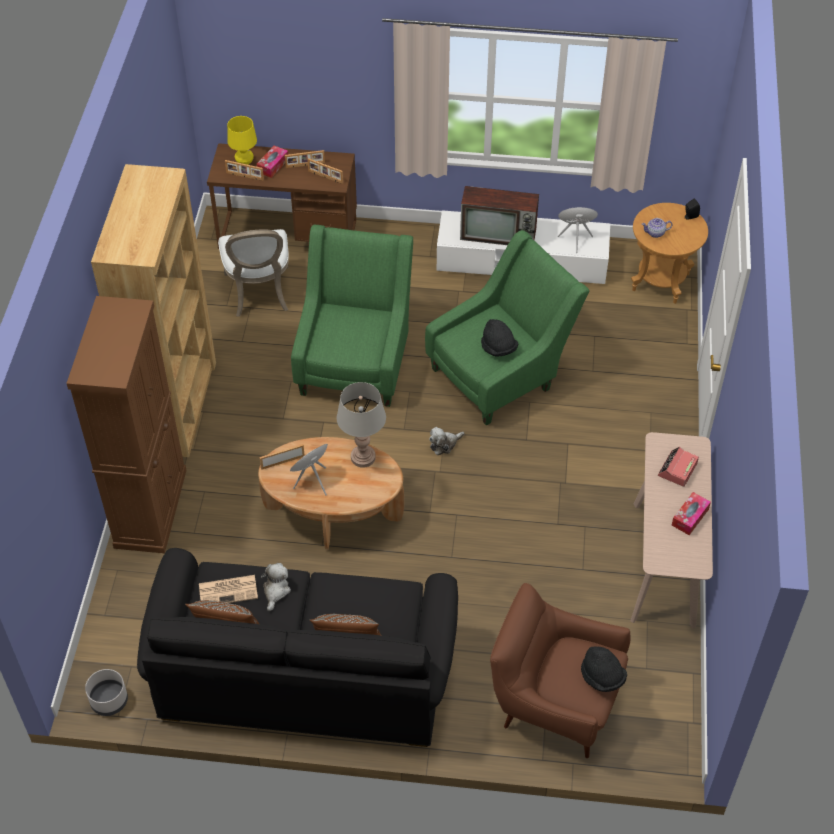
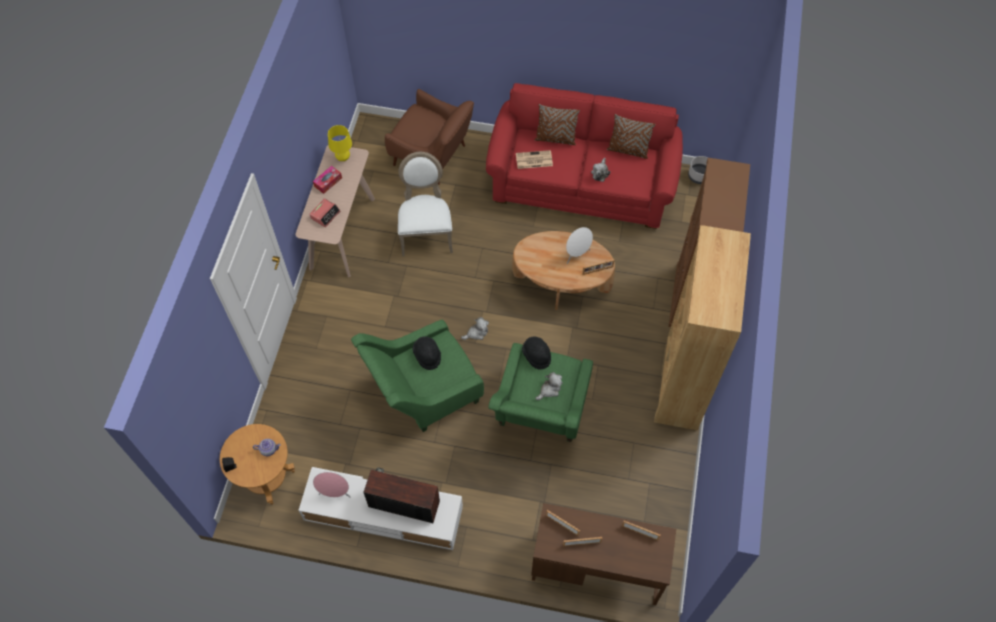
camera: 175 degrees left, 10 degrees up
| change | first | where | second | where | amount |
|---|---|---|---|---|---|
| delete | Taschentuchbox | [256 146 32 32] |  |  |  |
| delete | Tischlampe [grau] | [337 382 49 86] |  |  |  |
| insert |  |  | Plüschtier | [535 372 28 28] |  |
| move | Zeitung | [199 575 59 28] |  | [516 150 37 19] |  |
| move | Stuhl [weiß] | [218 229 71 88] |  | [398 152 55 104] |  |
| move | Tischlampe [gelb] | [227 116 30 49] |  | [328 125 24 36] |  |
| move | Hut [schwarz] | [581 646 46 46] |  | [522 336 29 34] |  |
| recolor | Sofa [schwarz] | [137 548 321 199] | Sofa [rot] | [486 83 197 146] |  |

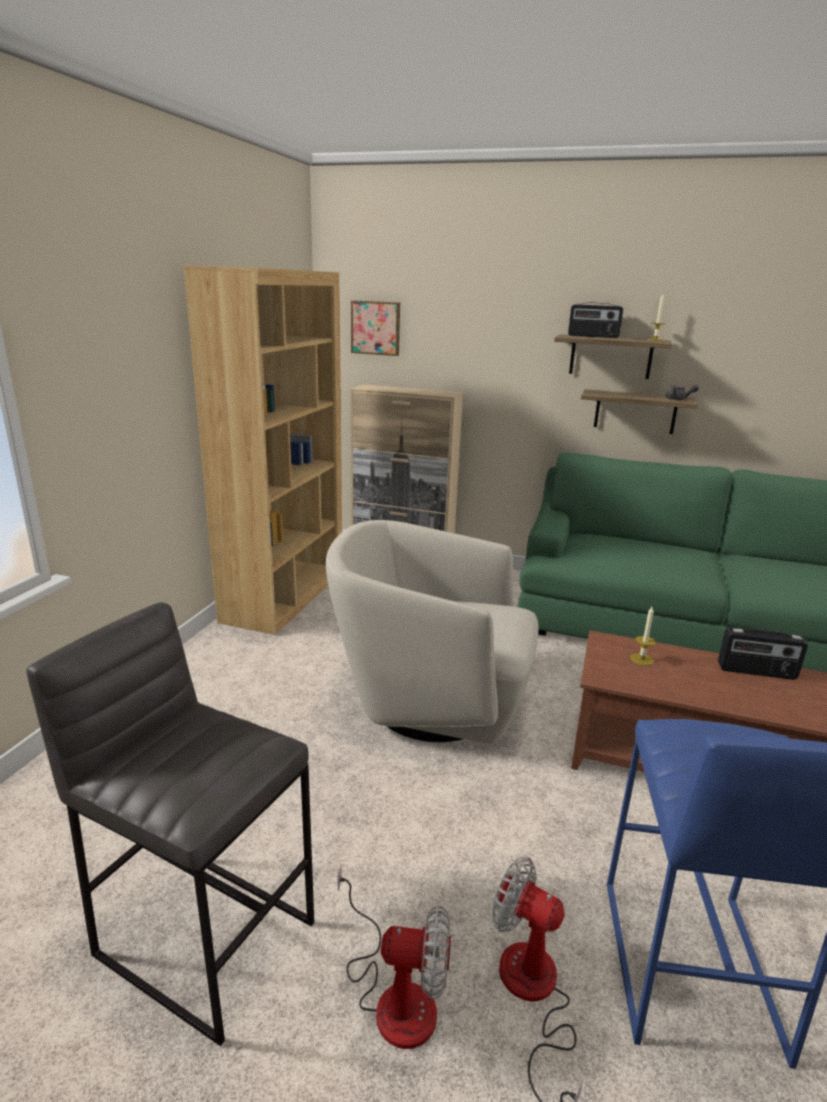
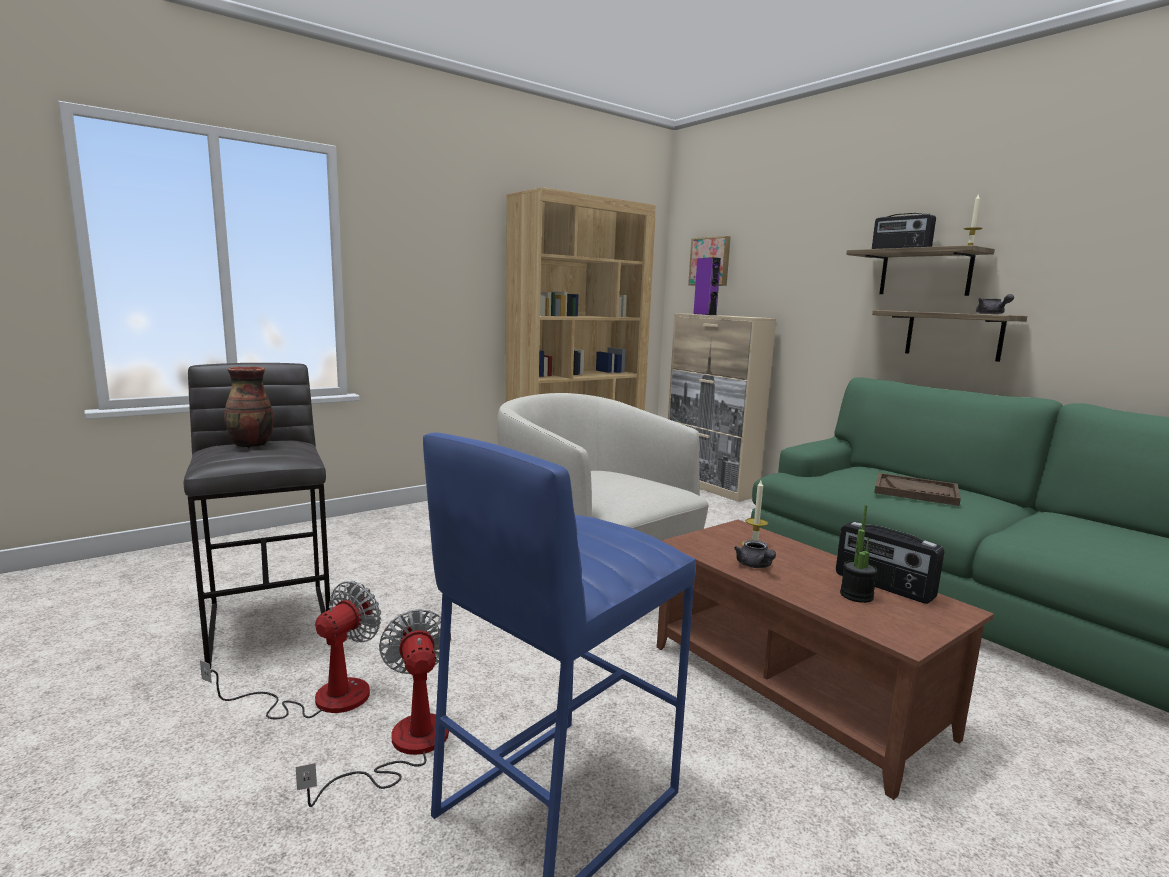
camera: 35 degrees right, 10 degrees down
| change | first | where | second | where | amount |
|---|---|---|---|---|---|
| insert |  |  | Vase | [224 367 50 81] |  |
| insert |  |  | Lautsprecher [lila] | [693 257 28 58] |  |
| insert |  |  | Teekanne [grau] | [734 540 42 28] |  |
| insert |  |  | Topfpflanze | [840 505 38 98] |  |
| insert |  |  | Tablett [braun] | [874 473 87 33] |  |
| rotate | Ventilator | [338 865 113 184] |  | [200 581 181 138] | 105 degrees counterclockwise |

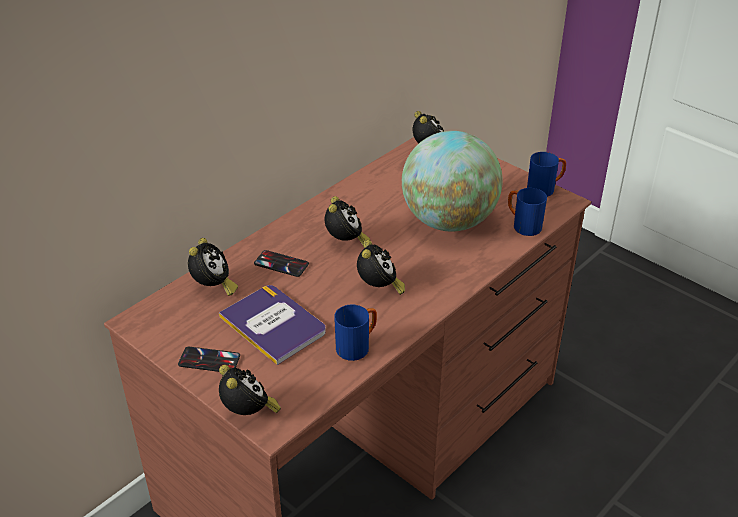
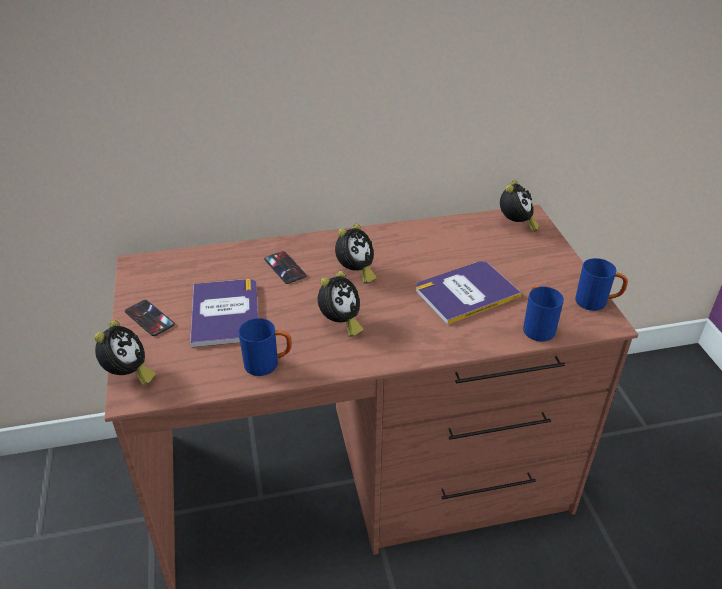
camera: 35 degrees right, 0 degrees up
| change | first | where | second | where | amount |
|---|---|---|---|---|---|
| delete | Wecker | [188 238 50 58] |  |  |  |
| replace | Globus | [402 131 101 101] | Buch | [416 261 106 64] |  |

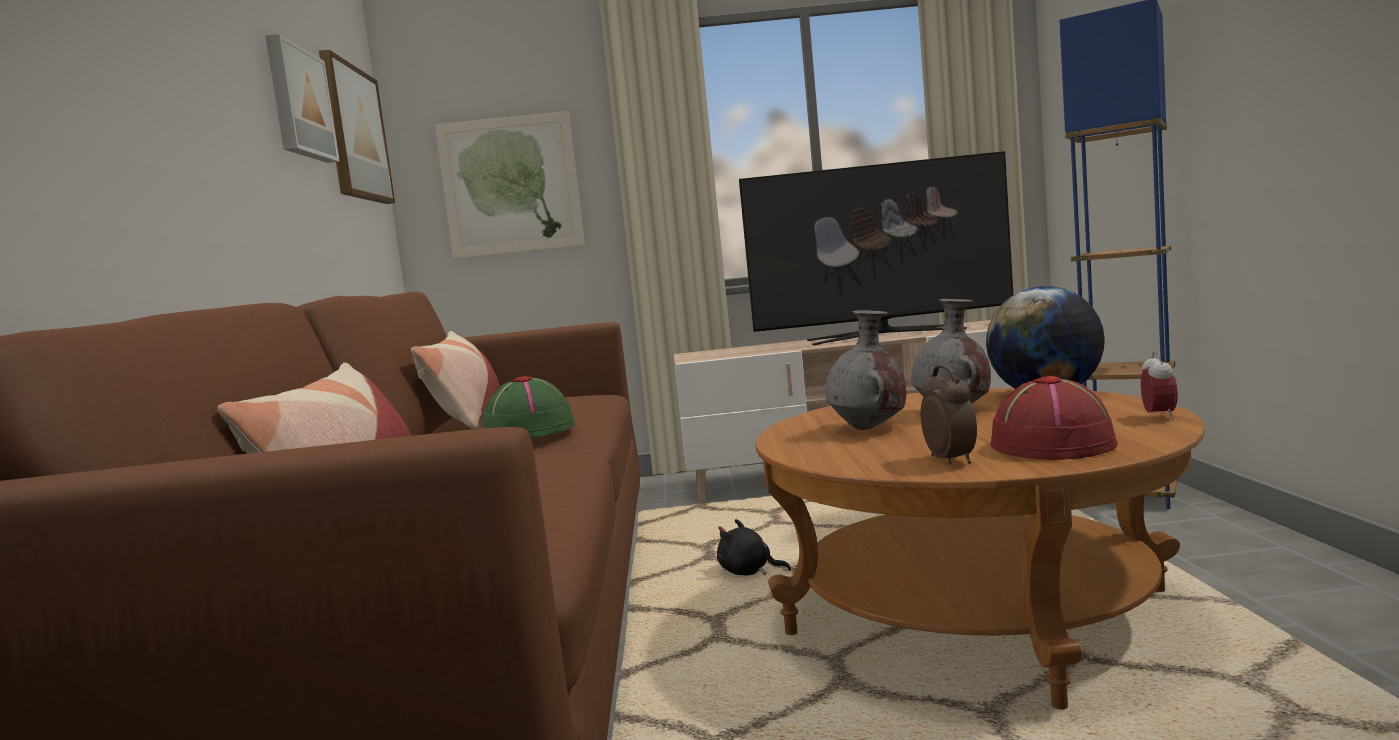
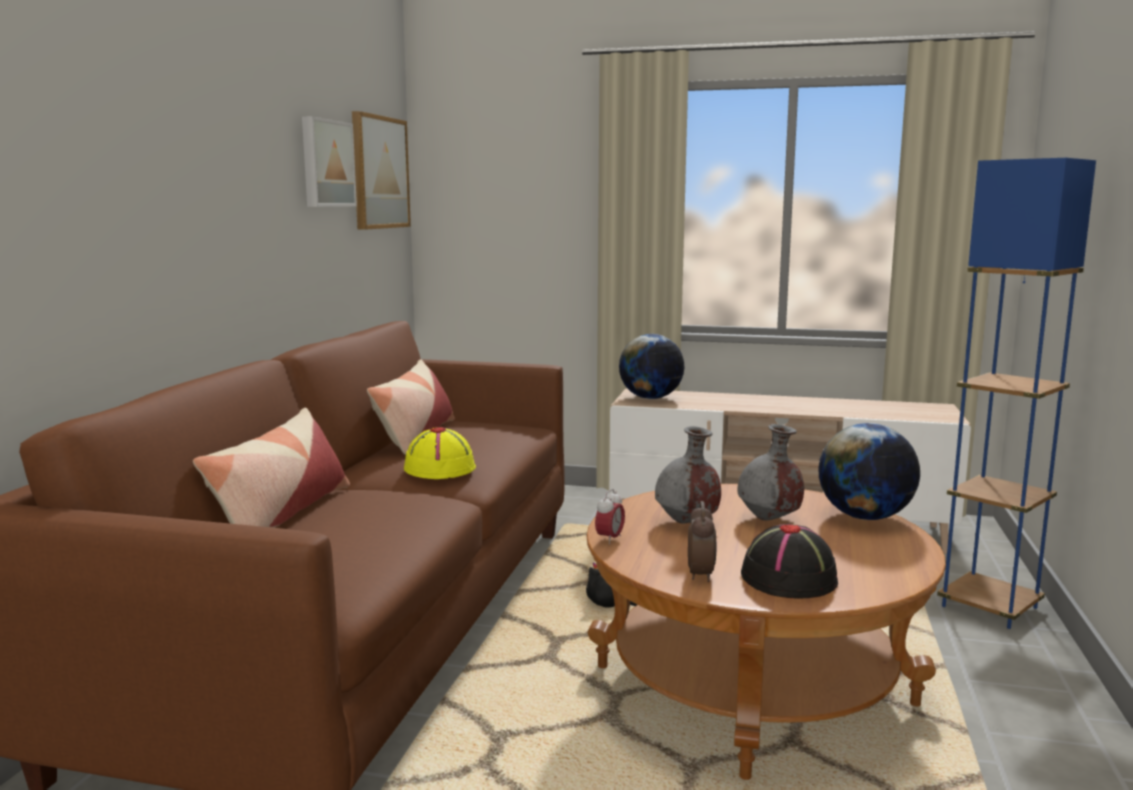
camera: 15 degrees right, 5 degrees up
| change | first | where | second | where | amount |
|---|---|---|---|---|---|
| delete | Bild | [435 111 150 148] |  |  |  |
| delete | Fernseher | [739 151 274 194] |  |  |  |
| insert |  |  | Globus | [619 334 65 65] |  |
| move | Wecker | [1141 352 37 68] |  | [595 489 30 56] |  |
| recolor | Hut [grün] | [483 376 92 62] | Hut [gelb] | [404 427 72 52] |  |
| recolor | Hut [rot] | [991 376 127 84] | Hut [schwarz] | [741 523 97 76] |  |

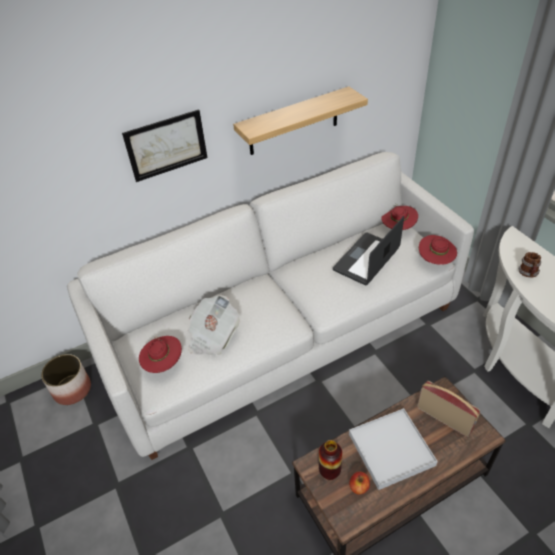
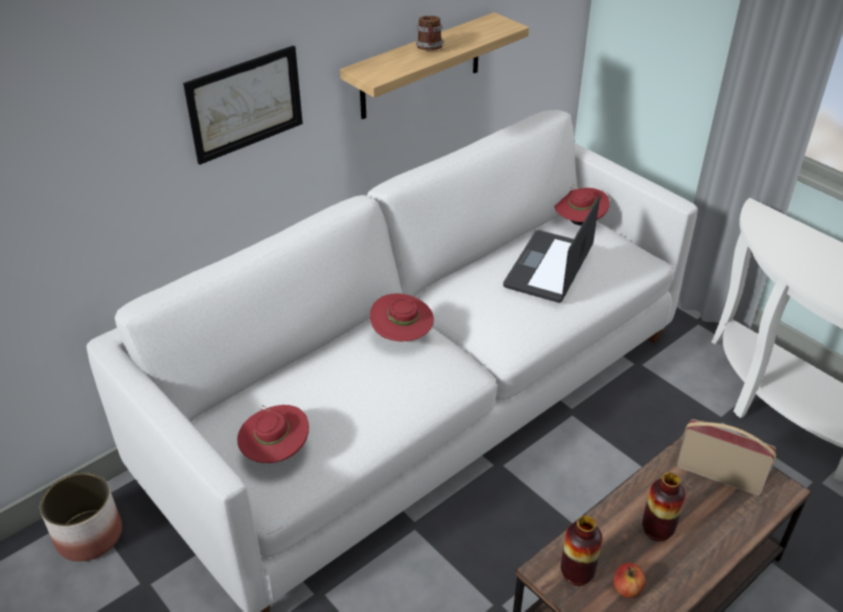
camera: 15 degrees left, 5 degrees down
| change | first | where | second | where | amount |
|---|---|---|---|---|---|
| delete | Zeitung | [188 295 52 60] |  |  |  |
| move | Hut [rot] | [419 235 38 30] |  | [370 293 64 48] |  |
| move | Henkelbecher | [519 252 22 26] |  | [416 16 28 34] |  |
| replace | Tablett [weiß] | [349 408 89 82] | Vase | [642 472 44 69] |  |

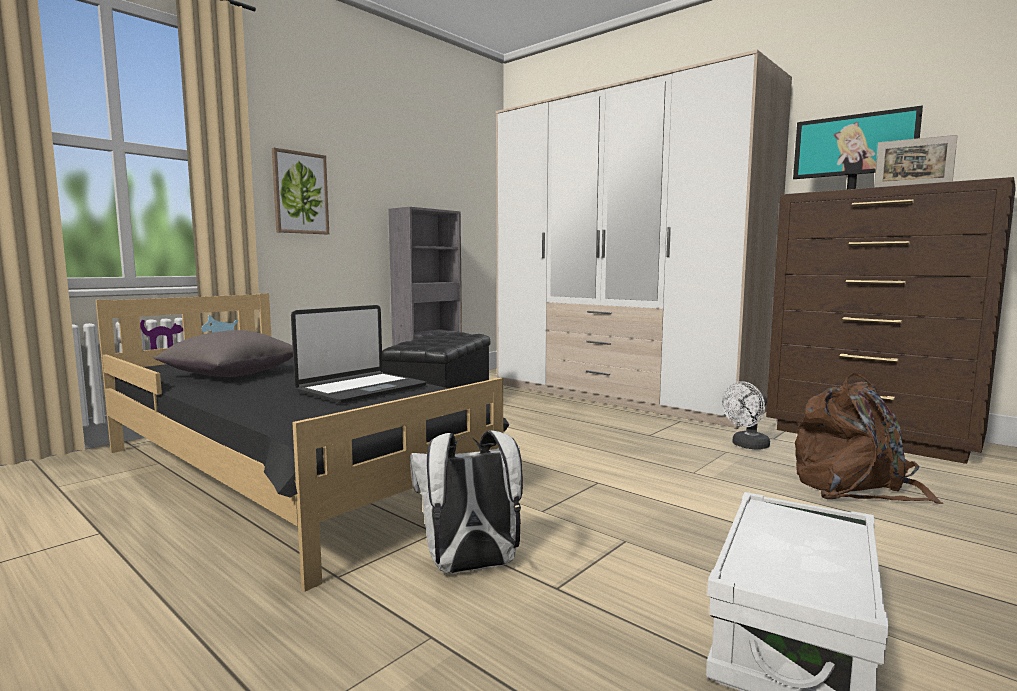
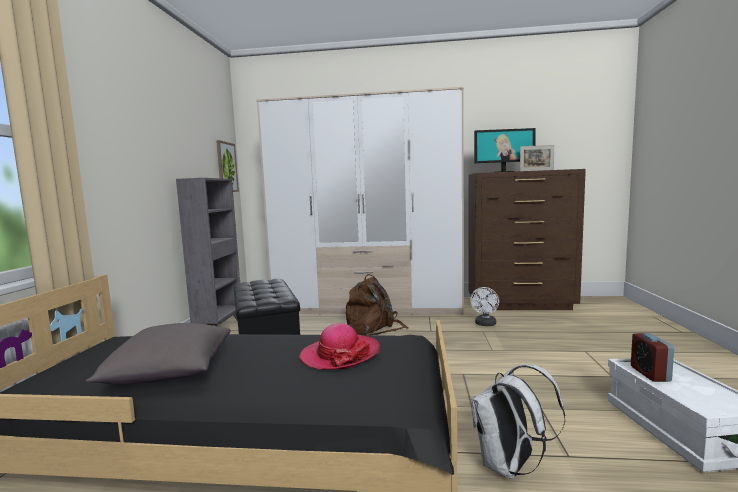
camera: 35 degrees left, 0 degrees up
| change | first | where | second | where | amount |
|---|---|---|---|---|---|
| insert |  |  | Wecker | [631 333 43 49] |  |
| move | Bild | [272 148 57 86] |  | [216 140 23 52] |  |
| move | Rucksack [braun] | [795 373 148 131] |  | [346 274 62 61] |  |
| replace | Laptop | [291 305 136 99] | Hut | [299 323 81 47] |  |

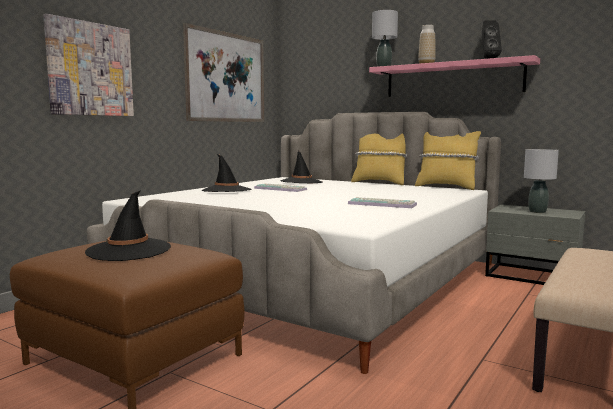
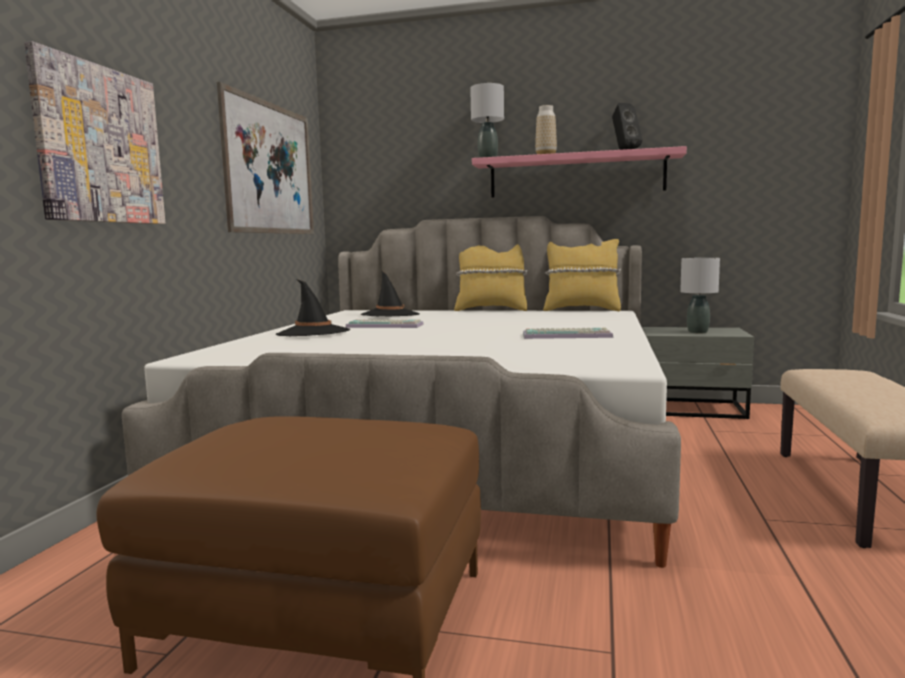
camera: 20 degrees left, 0 degrees up
| change | first | where | second | where | amount |
|---|---|---|---|---|---|
| delete | Hut [schwarz] | [85 190 86 71] |  |  |  |

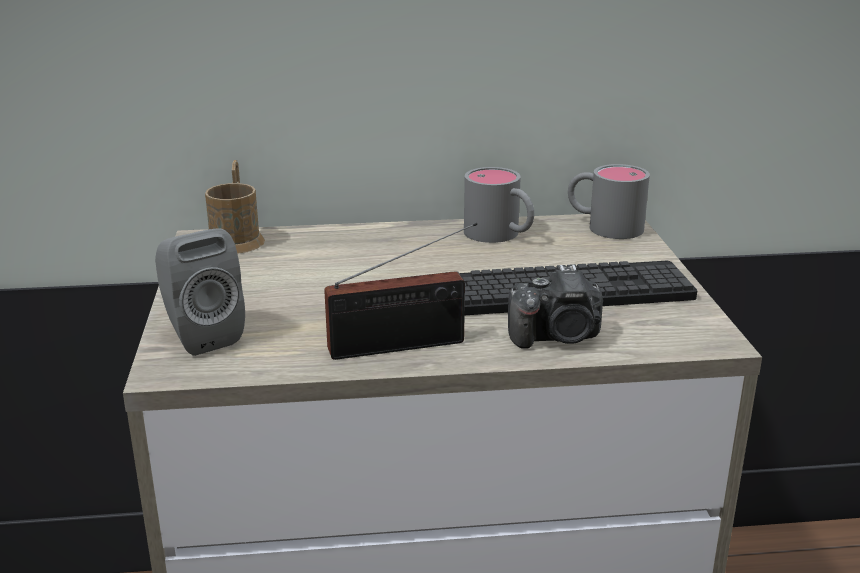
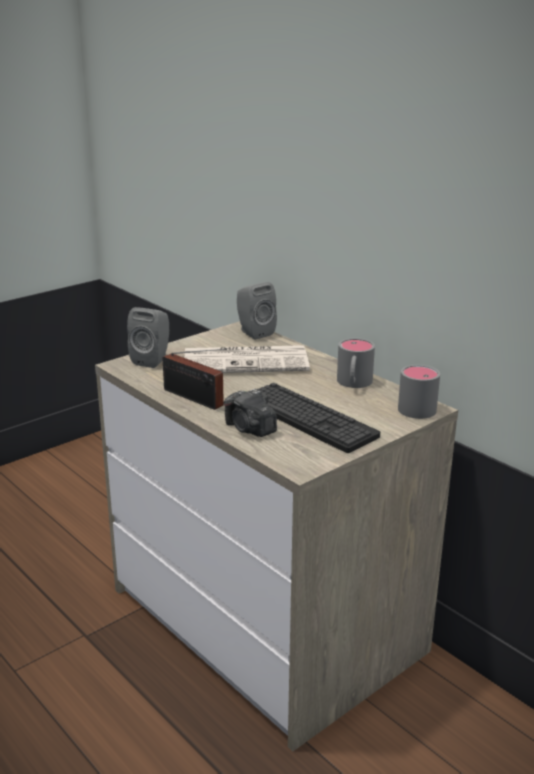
camera: 55 degrees right, 0 degrees up
| change | first | where | second | where | amount |
|---|---|---|---|---|---|
| insert |  |  | Zeitung | [185 345 125 28] |  |
| replace | Henkelbecher [braun] | [205 160 60 94] | Lautsprecher [grau] | [237 282 40 58] |  |

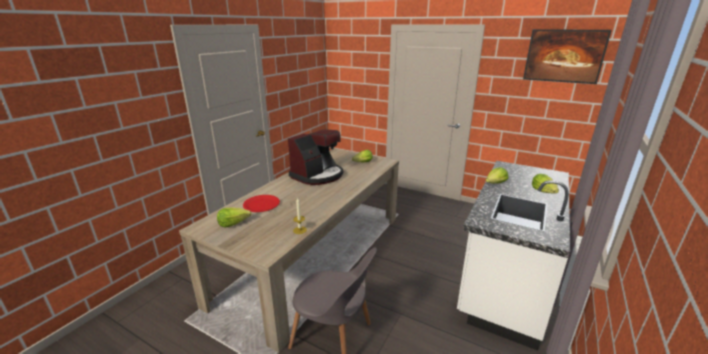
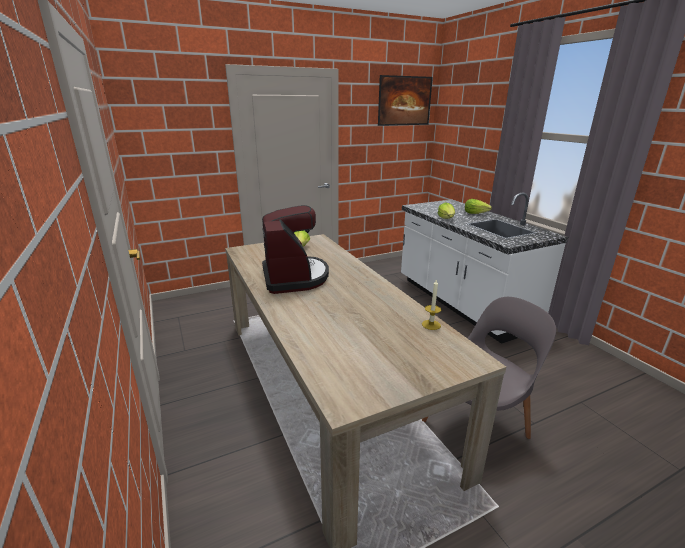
camera: 55 degrees left, 0 degrees up
| change | first | where | second | where | amount |
|---|---|---|---|---|---|
| delete | Salatkopf | [217 207 34 21] |  |  |  |
| delete | Teller [rot] | [243 195 37 17] |  |  |  |

